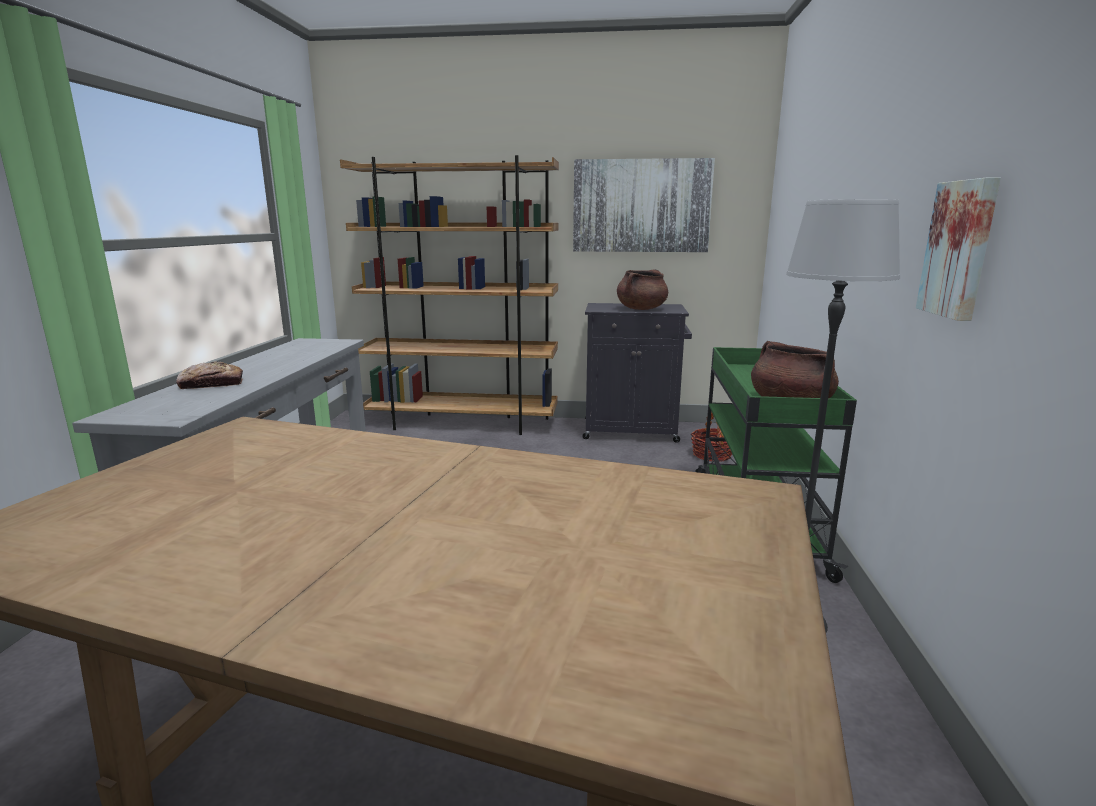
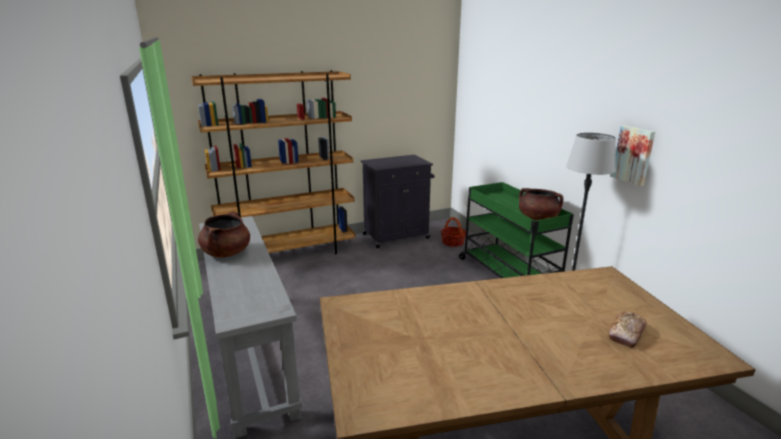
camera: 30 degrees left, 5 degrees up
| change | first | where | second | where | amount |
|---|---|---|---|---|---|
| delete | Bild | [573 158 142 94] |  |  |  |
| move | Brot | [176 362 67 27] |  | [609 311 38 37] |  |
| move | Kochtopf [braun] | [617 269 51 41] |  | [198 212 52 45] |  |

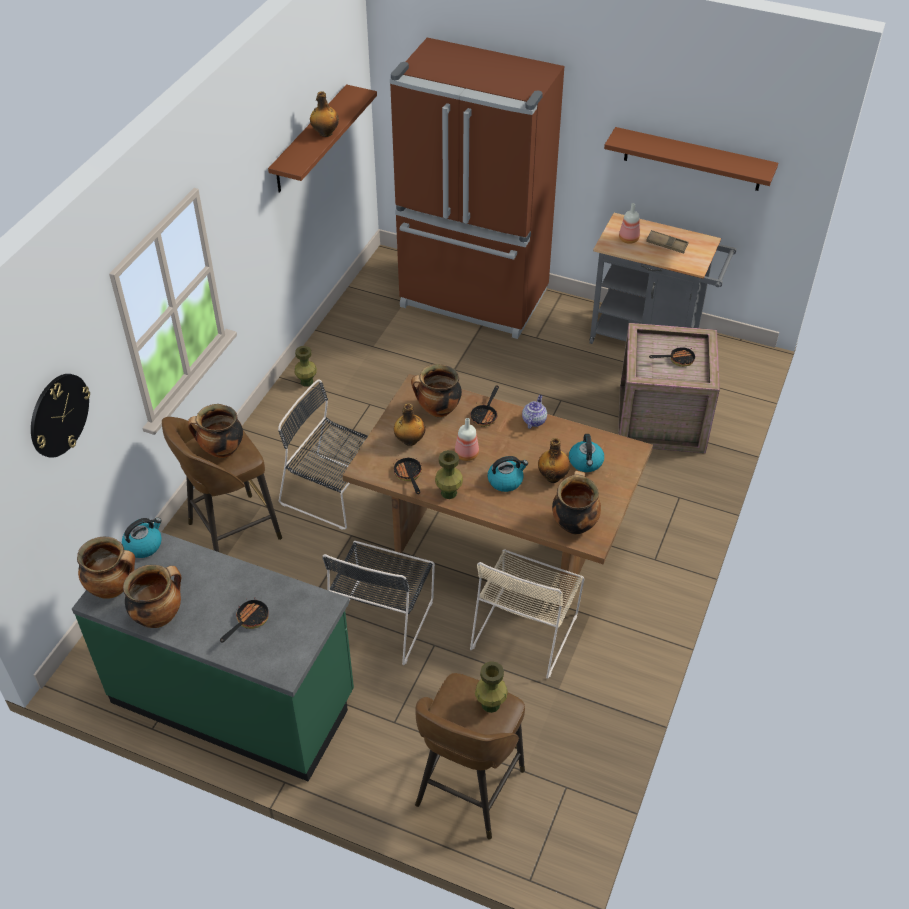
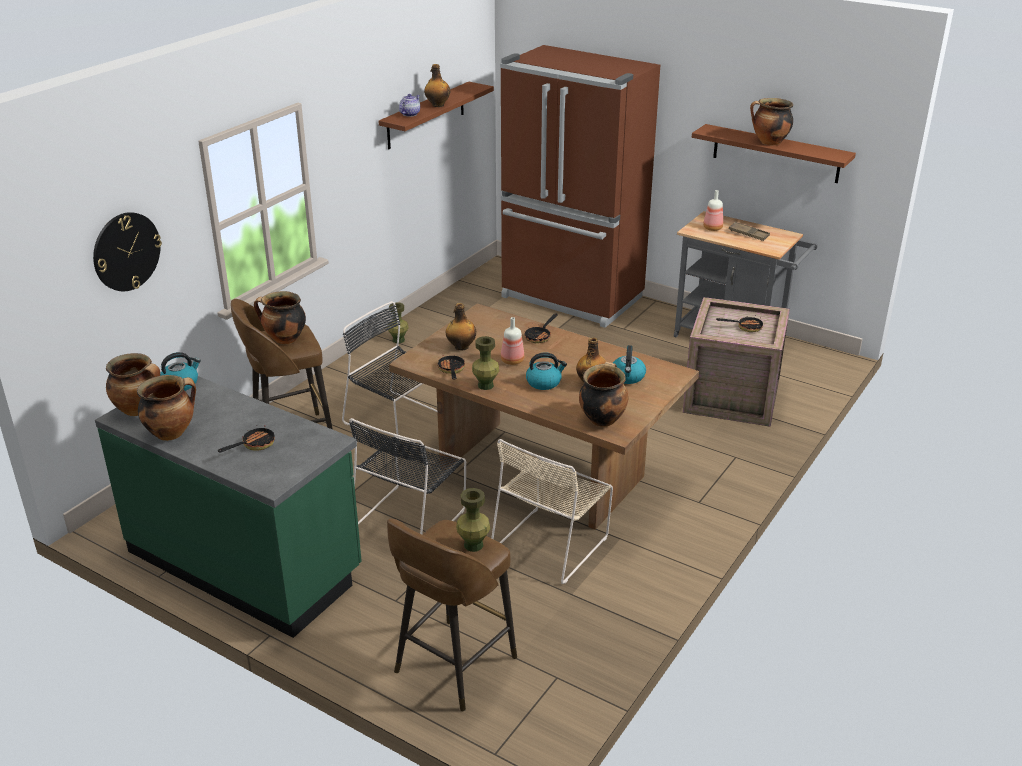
camera: 10 degrees right, 15 degrees down
| change | first | where | second | where | amount |
|---|---|---|---|---|---|
| move | Kochtopf | [411 364 51 53] |  | [750 98 43 47] |  |
| move | Teekanne | [522 395 25 34] |  | [399 94 21 23] |  |

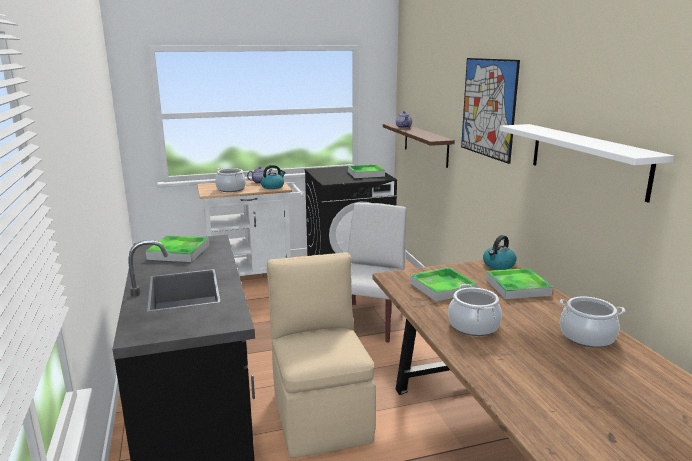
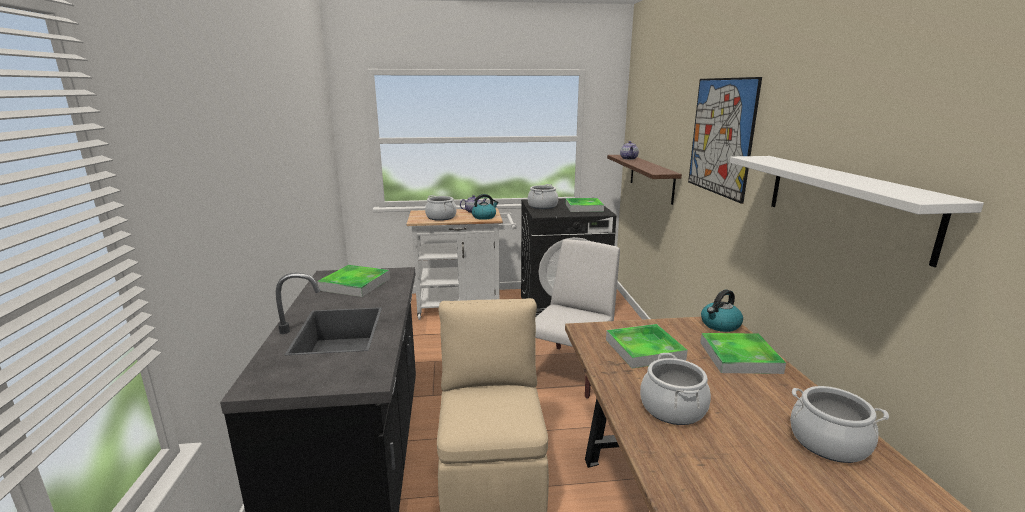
camera: 10 degrees right, 0 degrees up
| change | first | where | second | where | amount |
|---|---|---|---|---|---|
| insert |  |  | Kochtopf | [528 184 30 25] |  |

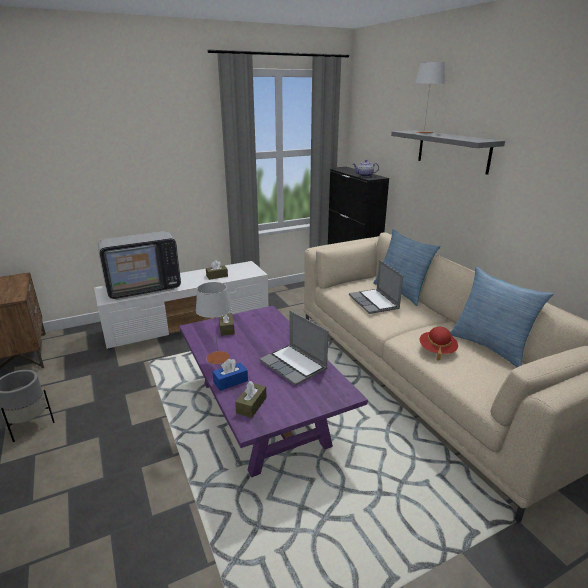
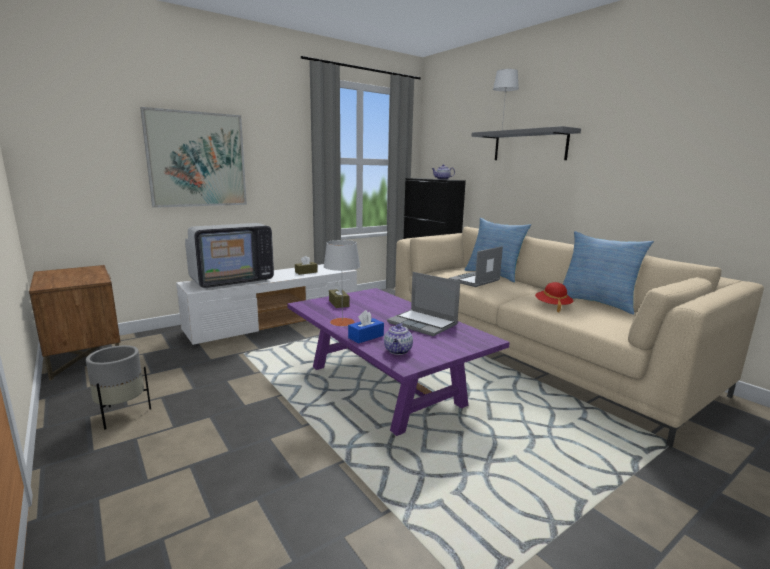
camera: 10 degrees left, 10 degrees down
| change | first | where | second | where | amount |
|---|---|---|---|---|---|
| insert |  |  | Bild | [140 107 107 101] |  |
| replace | Taschentuchbox [braun] | [235 381 32 37] | Teekanne | [384 323 29 32] |  |
| rotate | Laptop | [349 260 54 54] |  | [449 246 54 41] | 75 degrees clockwise |

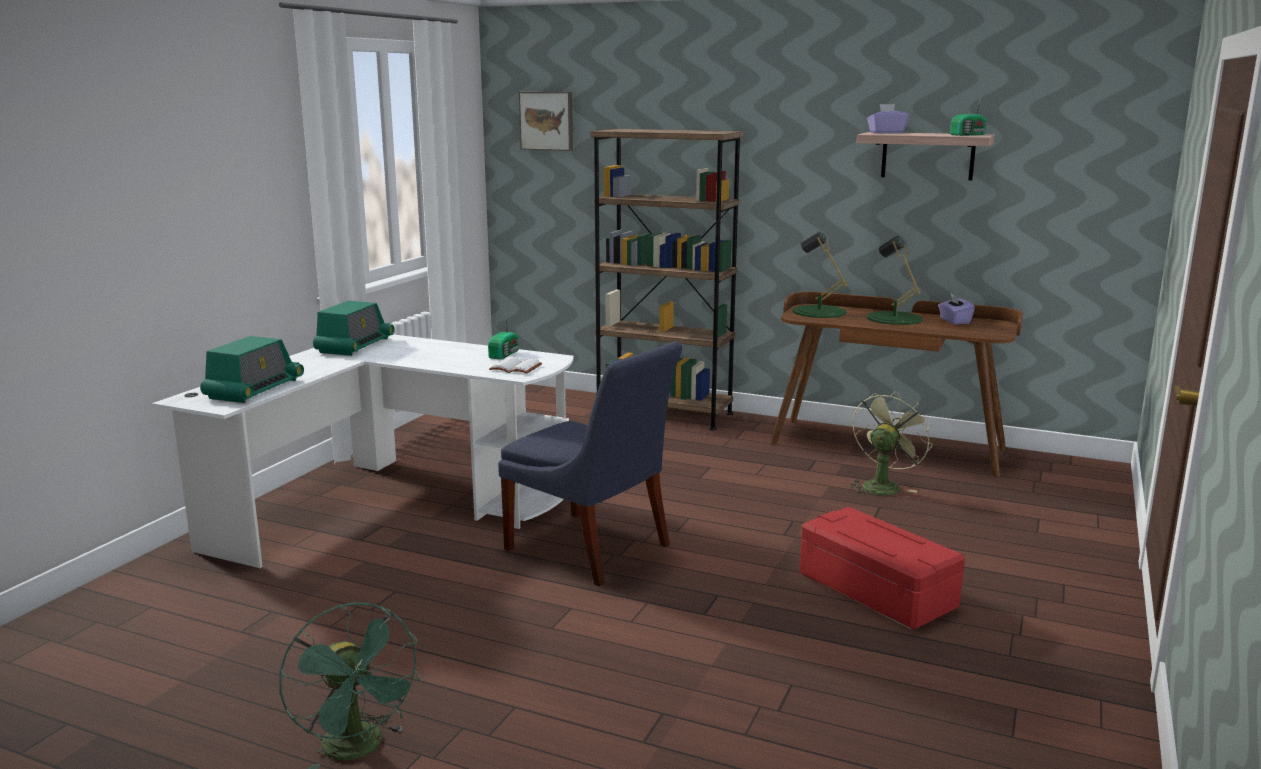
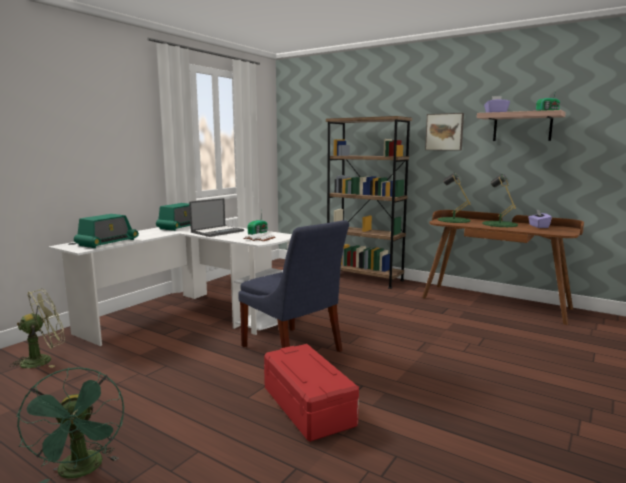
camera: 10 degrees right, 5 degrees down
| change | first | where | second | where | amount |
|---|---|---|---|---|---|
| insert |  |  | Laptop | [189 198 55 39] |  |
| move | Bild | [519 92 54 59] |  | [425 113 39 38] |  |
| move | Aufbewahrungsbox [rot] | [800 507 165 123] |  | [264 344 95 98] |  |
| move | Ventilator [grün] | [849 390 84 106] |  | [9 289 56 79] |  |

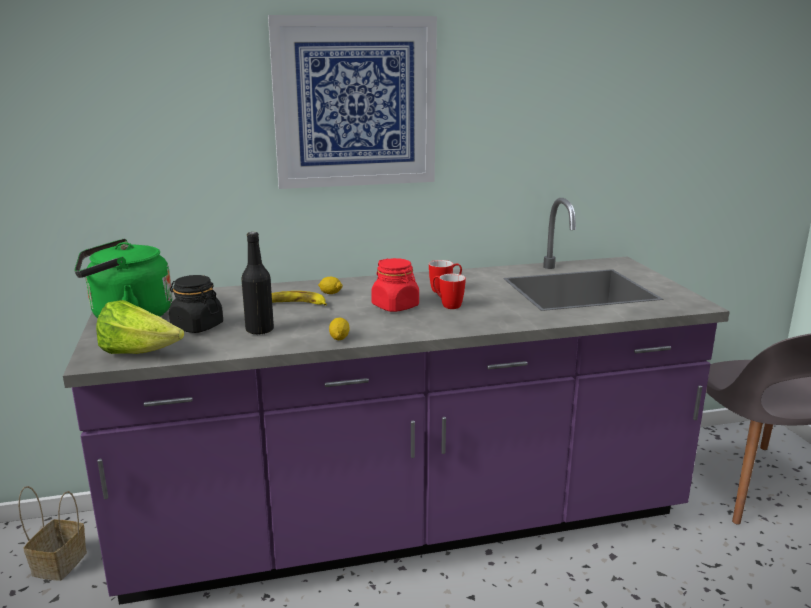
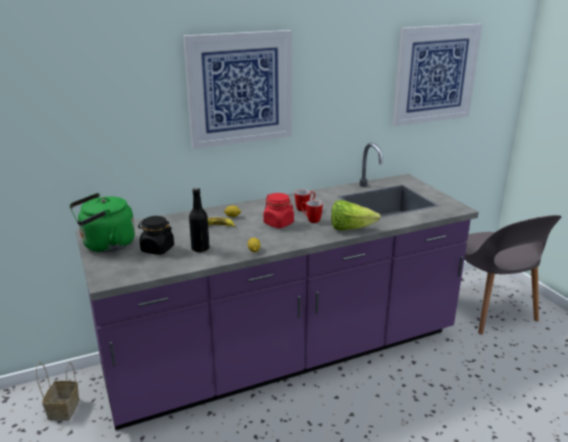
camera: 10 degrees left, 5 degrees up
| change | first | where | second | where | amount |
|---|---|---|---|---|---|
| insert |  |  | Bild | [392 24 90 102] |  |
| move | Salatkopf | [96 300 88 54] |  | [331 200 50 30] |  |

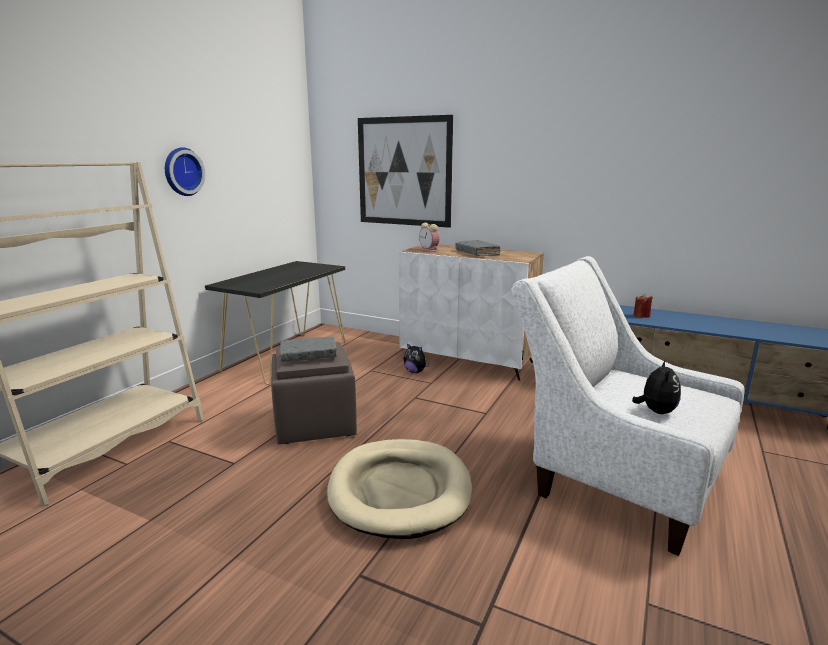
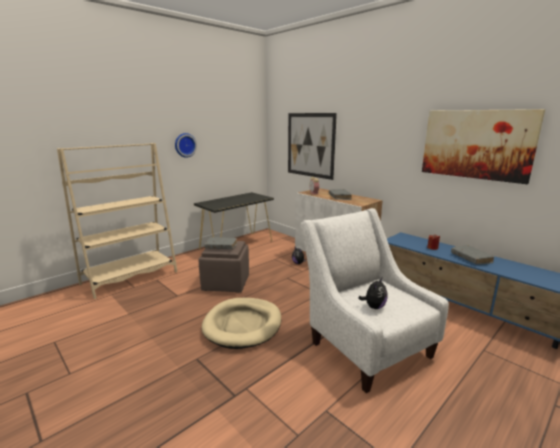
camera: 20 degrees right, 0 degrees up
| change | first | where | second | where | amount |
|---|---|---|---|---|---|
| insert |  |  | Bild | [422 109 123 75] |  |
| insert |  |  | Buch [grau] | [451 245 43 20] |  |

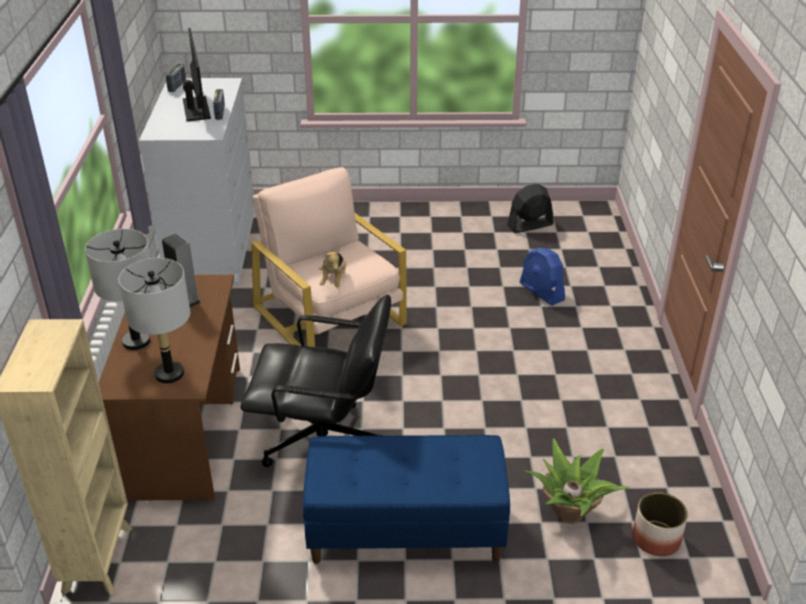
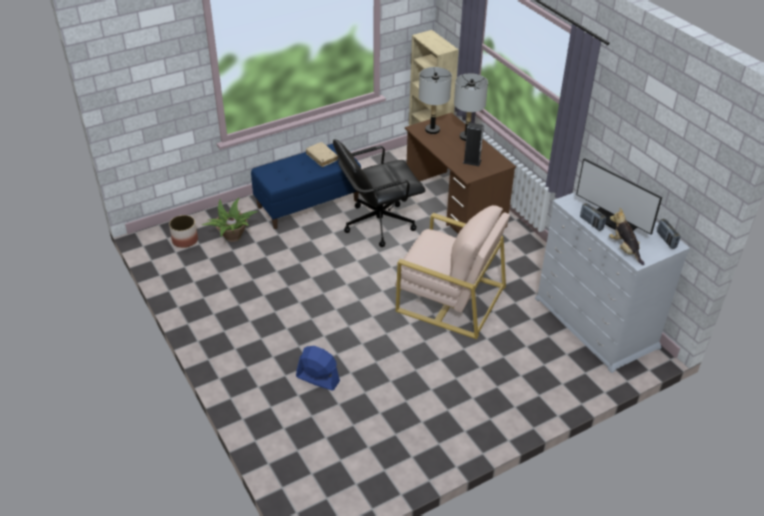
camera: 150 degrees right, 5 degrees up
| change | first | where | second | where | amount |
|---|---|---|---|---|---|
| delete | Ventilator [schwarz] | [507 184 47 49] |  |  |  |
| insert |  |  | Buch [beige] | [306 142 33 25] |  |
| move | Plüschtier | [319 249 27 38] |  | [609 208 35 57] |  |

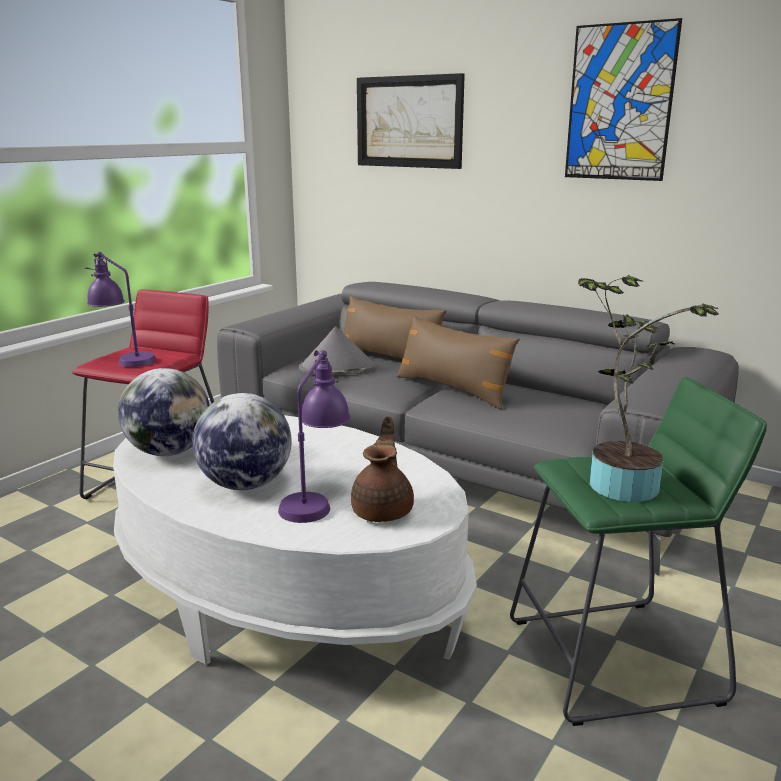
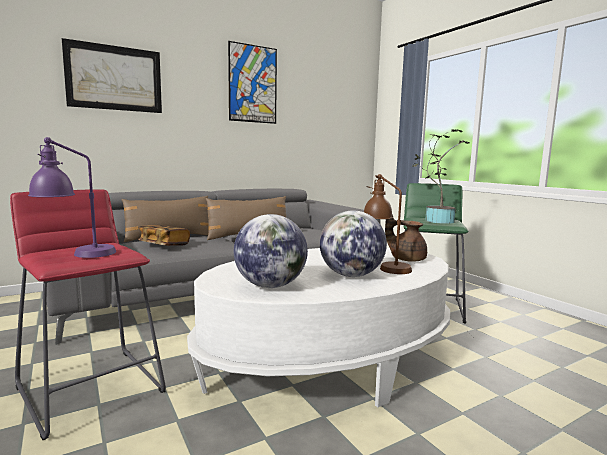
camera: 65 degrees left, 10 degrees down
| change | first | where | second | where | amount |
|---|---|---|---|---|---|
| replace | Hut [grau] | [299 326 78 49] | Buch | [138 225 52 21] |  |
| recolor | Tischlampe [lila] | [278 350 73 173] | Tischlampe [braun] | [364 174 48 100] |  |

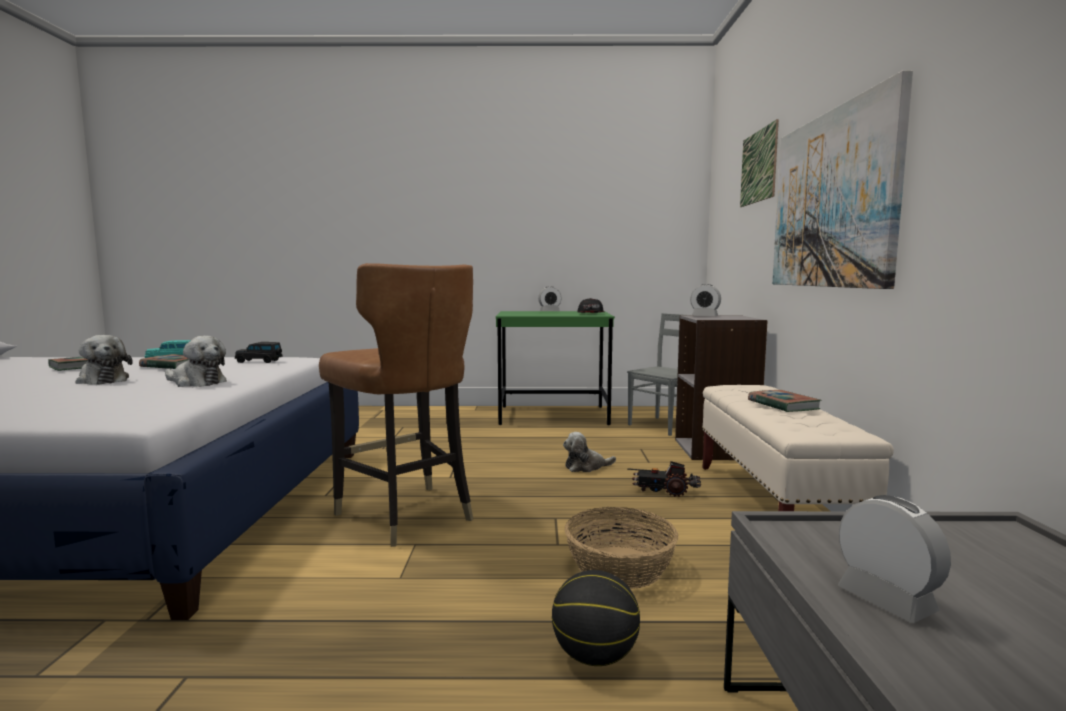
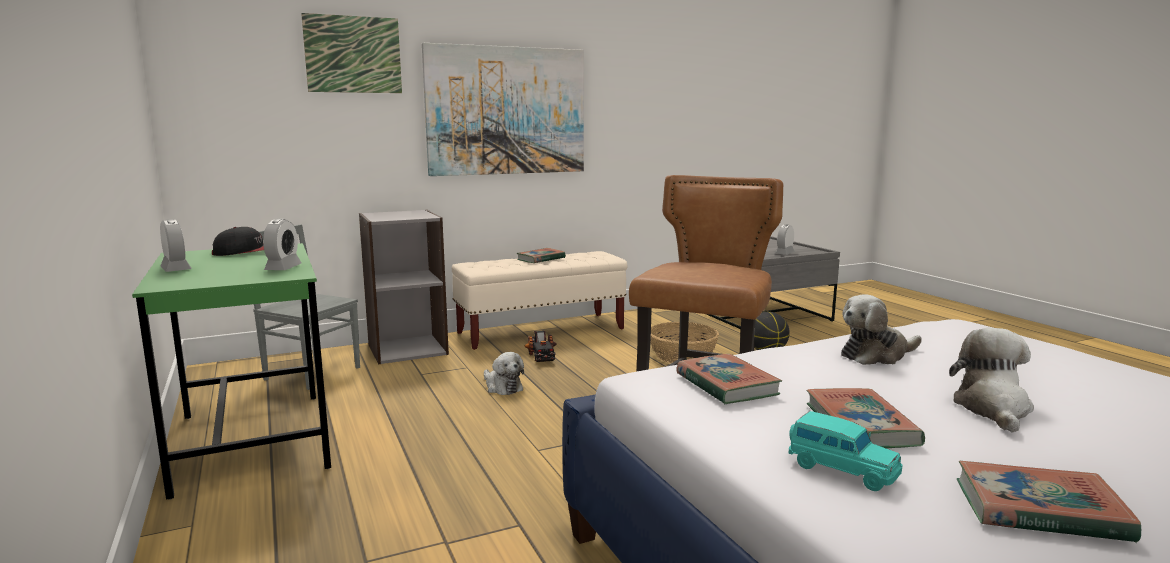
camera: 115 degrees left, 5 degrees up
| change | first | where | second | where | amount |
|---|---|---|---|---|---|
| move | Wecker | [690 284 31 32] |  | [263 218 38 52] |  |
| replace | Spielzeugauto [schwarz] | [235 342 47 21] | Buch | [676 354 106 50] |  |
| rotate | Plüschtier | [165 336 62 51] |  | [841 294 81 71] | 105 degrees counterclockwise |

